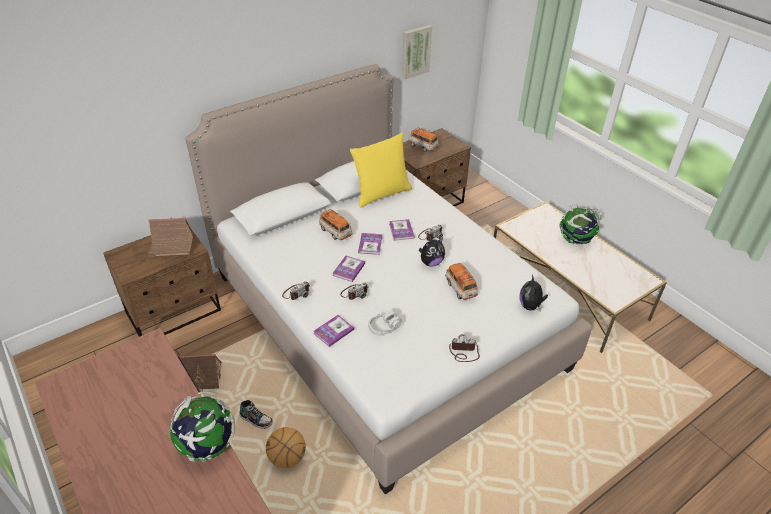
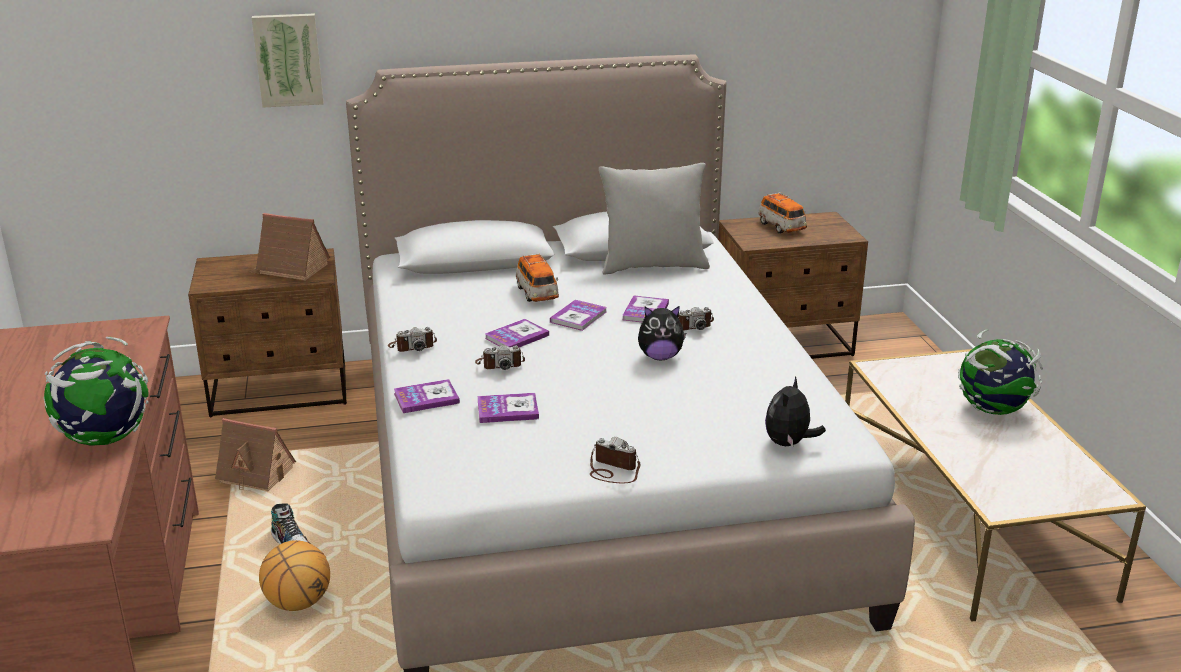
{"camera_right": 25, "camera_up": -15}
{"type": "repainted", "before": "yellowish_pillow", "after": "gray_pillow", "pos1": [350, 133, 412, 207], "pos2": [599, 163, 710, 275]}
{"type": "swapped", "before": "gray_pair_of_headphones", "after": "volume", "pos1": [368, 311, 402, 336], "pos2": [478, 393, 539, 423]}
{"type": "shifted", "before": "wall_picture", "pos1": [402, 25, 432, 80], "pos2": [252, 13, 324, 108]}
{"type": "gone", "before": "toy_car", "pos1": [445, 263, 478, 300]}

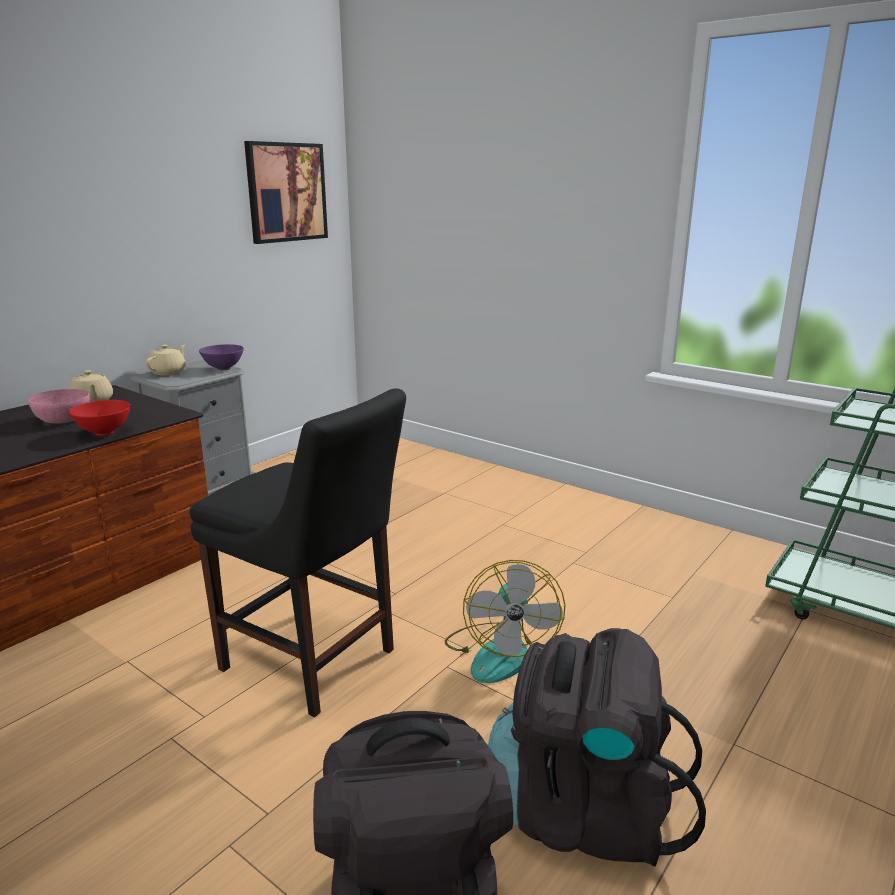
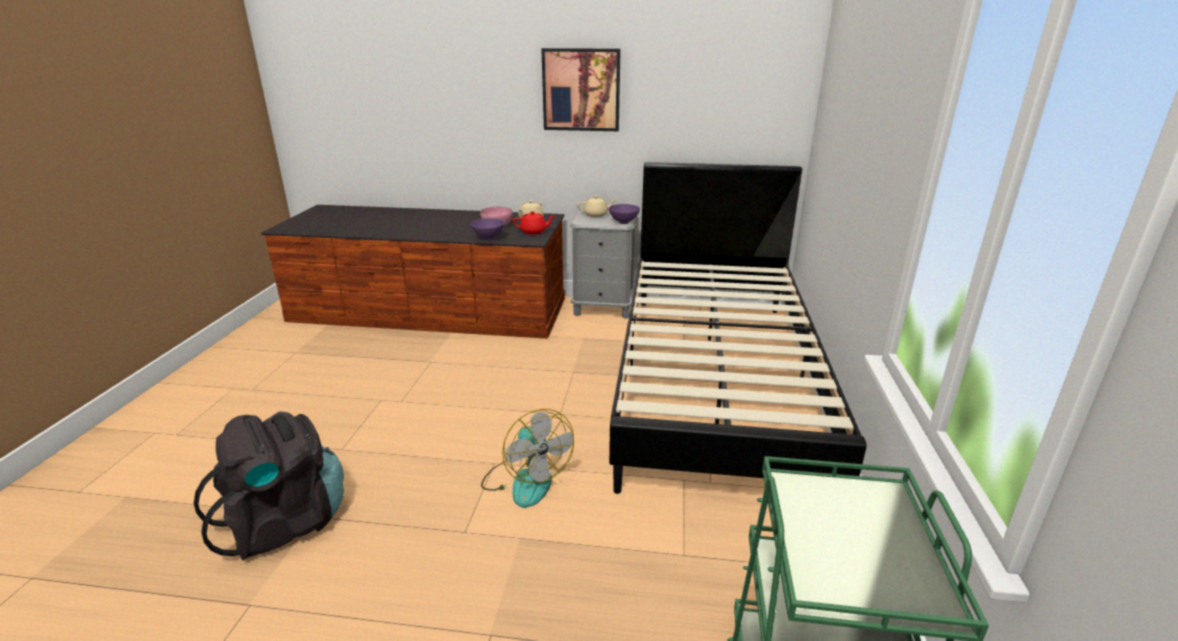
{"camera_right": 60, "camera_up": 5}
{"type": "repainted", "before": "red-coloured_deep_dish", "after": "purplish_deep_dish", "pos1": [69, 400, 131, 436], "pos2": [471, 218, 505, 240]}
{"type": "gone", "before": "black-coloured_plain_chair", "pos1": [190, 388, 406, 718]}
{"type": "shifted", "before": "wall_picture", "pos1": [244, 141, 328, 244], "pos2": [541, 48, 621, 131]}
{"type": "rotated", "before": "electric_fan", "pos1": [445, 560, 565, 683], "pos2": [481, 409, 574, 508], "turn": -90}
{"type": "gone", "before": "black-coloured_knapsack", "pos1": [488, 628, 706, 866]}
{"type": "new", "after": "red-coloured_teapot", "pos2": [513, 211, 556, 234]}
{"type": "new", "after": "black-coloured_bed", "pos2": [609, 162, 867, 494]}

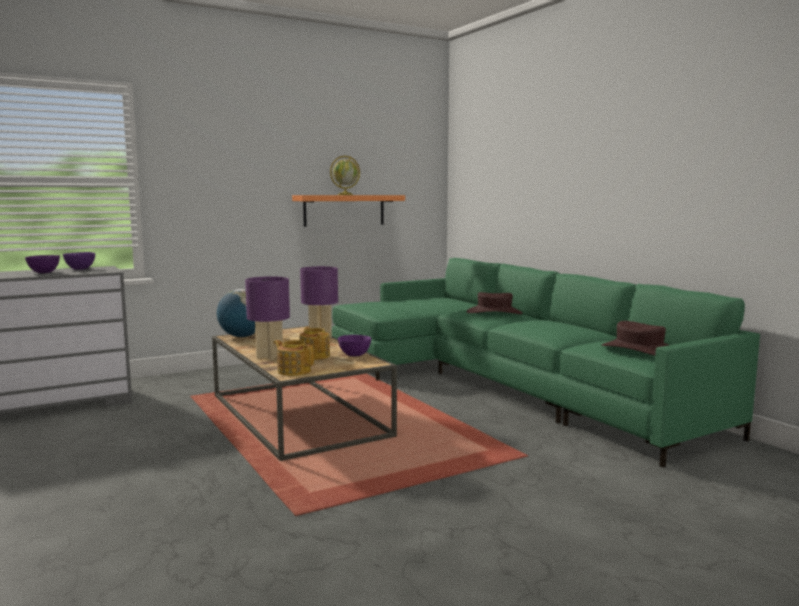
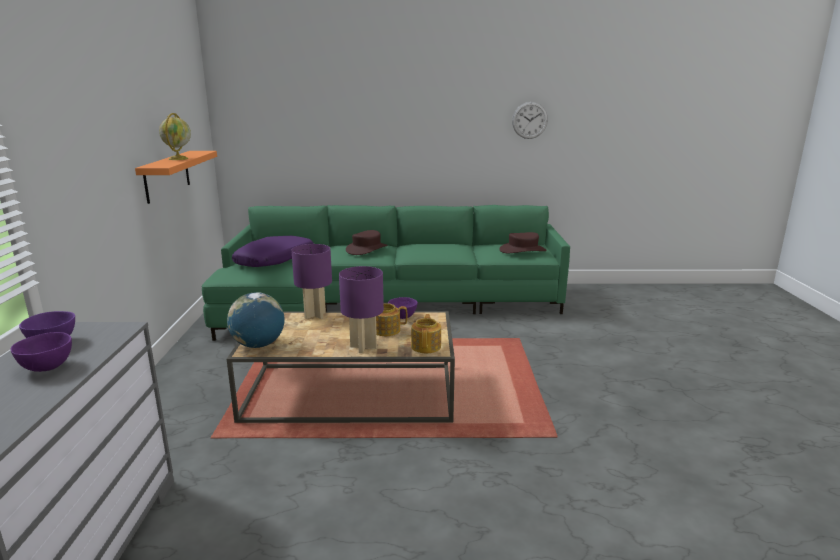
{"camera_right": -60, "camera_up": 10}
{"type": "rotated", "before": "teapot", "pos1": [273, 340, 314, 376], "pos2": [411, 314, 441, 353], "turn": 120}
{"type": "new", "after": "purplish_pillow", "pos2": [232, 236, 314, 267]}
{"type": "new", "after": "wall_clock", "pos2": [512, 102, 548, 139]}

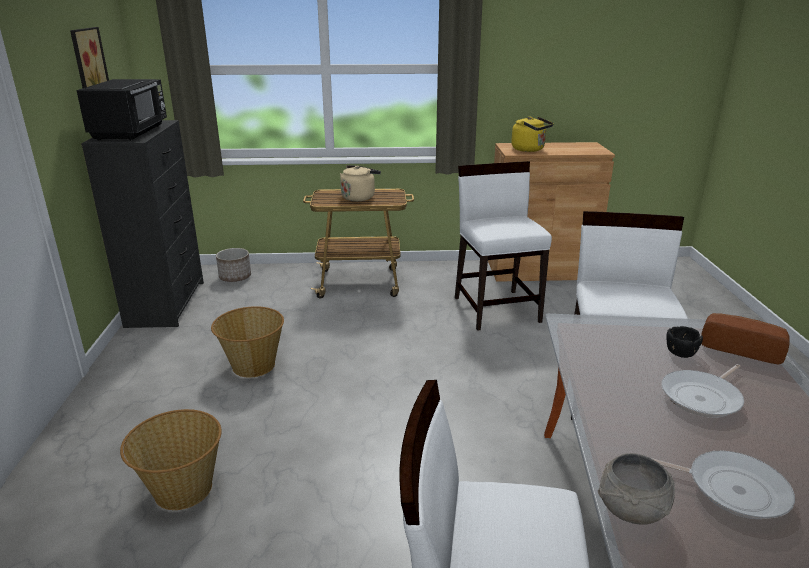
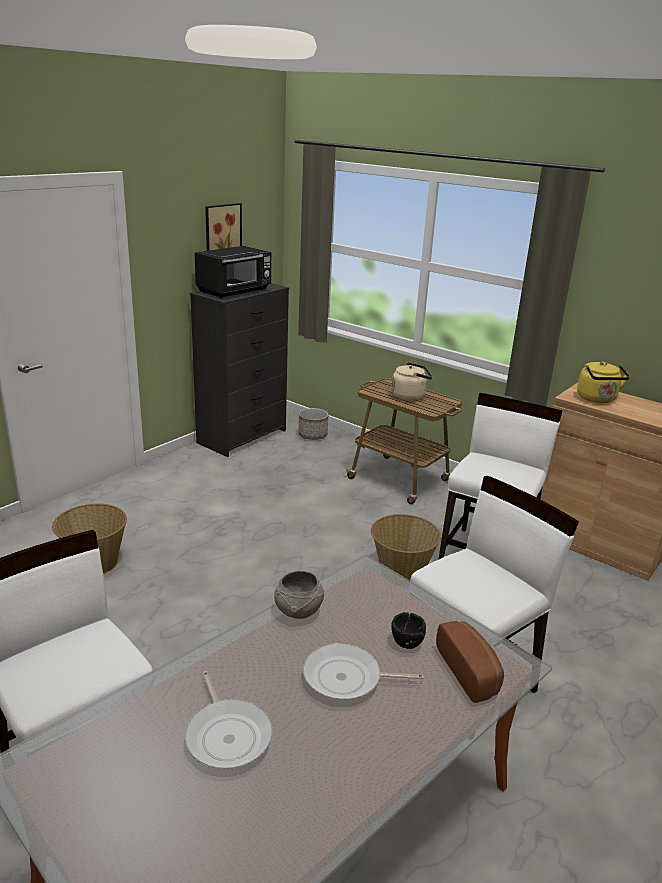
{"camera_right": 40, "camera_up": 0}
{"type": "shifted", "before": "household_basket", "pos1": [211, 306, 284, 377], "pos2": [371, 514, 441, 580]}
{"type": "shifted", "before": "gray_deep_dish", "pos1": [598, 453, 675, 525], "pos2": [274, 571, 325, 619]}

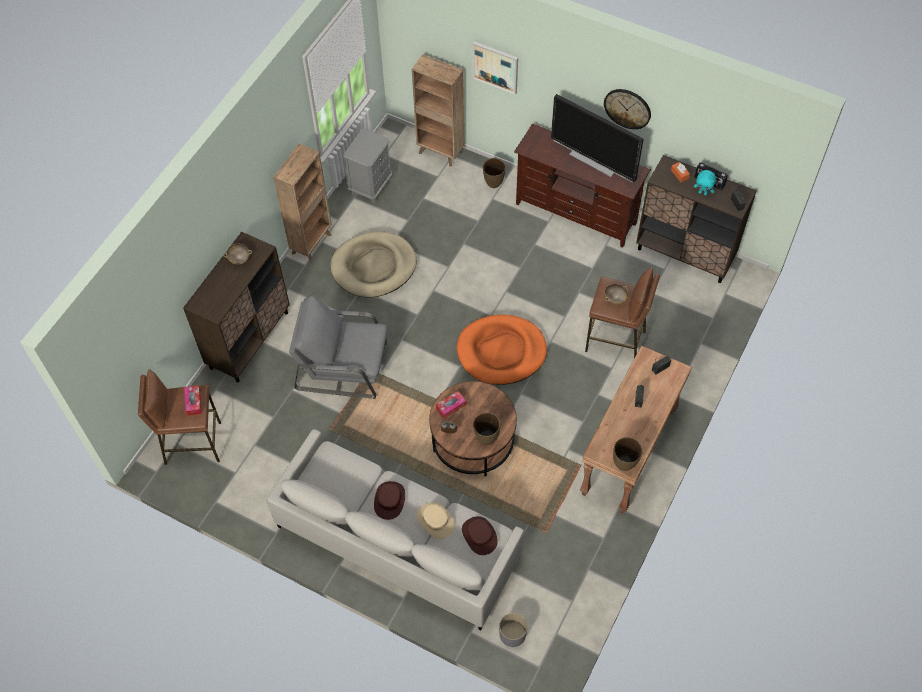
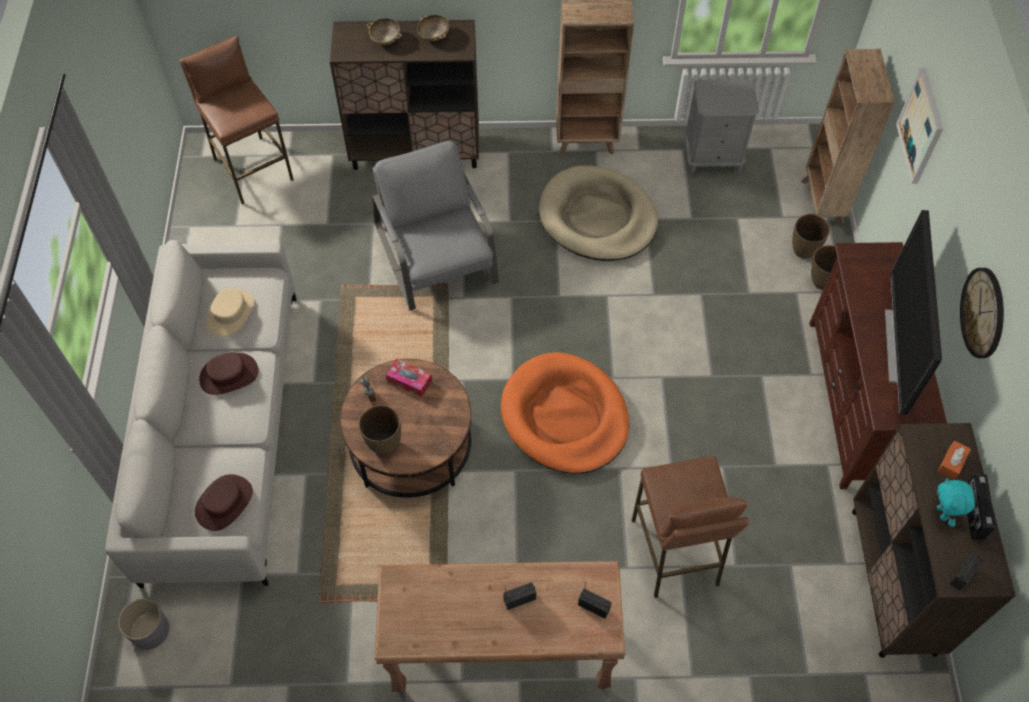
{"camera_right": 60, "camera_up": 0}
{"type": "gone", "before": "tissue_box", "pos1": [184, 385, 202, 416]}
{"type": "shifted", "before": "sand-coloured_clothing_hat", "pos1": [416, 502, 455, 539], "pos2": [206, 288, 254, 337]}
{"type": "shifted", "before": "sand-coloured_deep_dish", "pos1": [605, 284, 628, 304], "pos2": [367, 18, 402, 45]}
{"type": "shifted", "before": "brownish_flower_vase", "pos1": [613, 437, 643, 471], "pos2": [792, 214, 830, 259]}

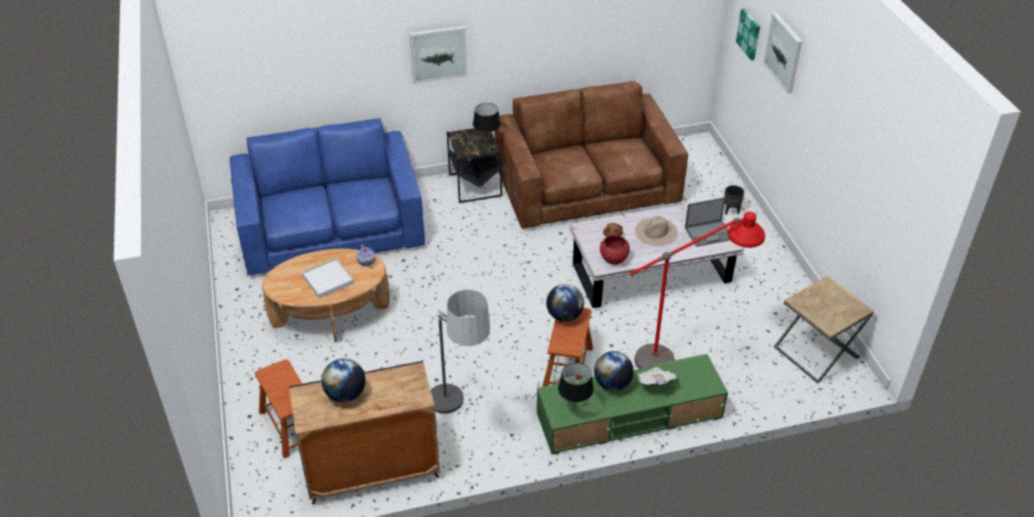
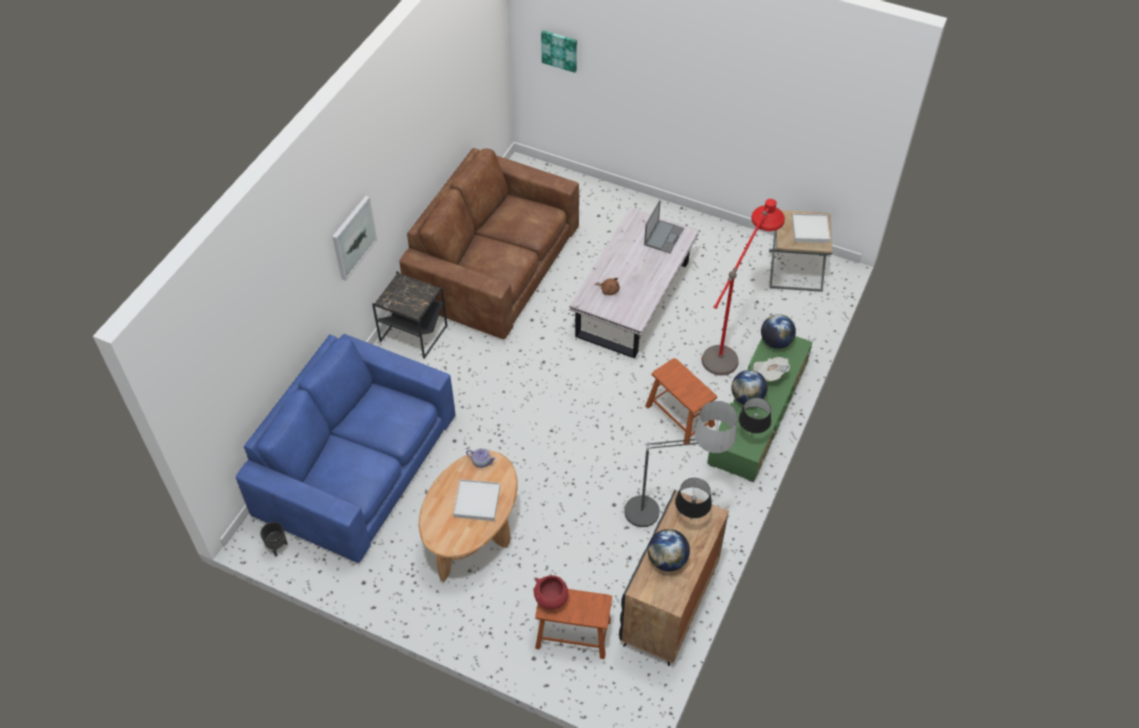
{"camera_right": -50, "camera_up": 10}
{"type": "shifted", "before": "black-coloured_tabletop_lamp", "pos1": [473, 103, 501, 145], "pos2": [675, 478, 712, 518]}
{"type": "shifted", "before": "globe", "pos1": [546, 284, 584, 322], "pos2": [761, 314, 796, 349]}
{"type": "shifted", "before": "red-coloured_deep_dish", "pos1": [600, 233, 630, 265], "pos2": [533, 575, 568, 610]}
{"type": "gone", "before": "sand-coloured_clothing_hat", "pos1": [635, 216, 678, 246]}
{"type": "shifted", "before": "black-coloured_plant_pot", "pos1": [724, 185, 744, 215], "pos2": [260, 522, 288, 556]}
{"type": "gone", "before": "wall_picture", "pos1": [763, 12, 802, 94]}
{"type": "new", "after": "whitish_carrying_tray", "pos2": [792, 213, 830, 243]}

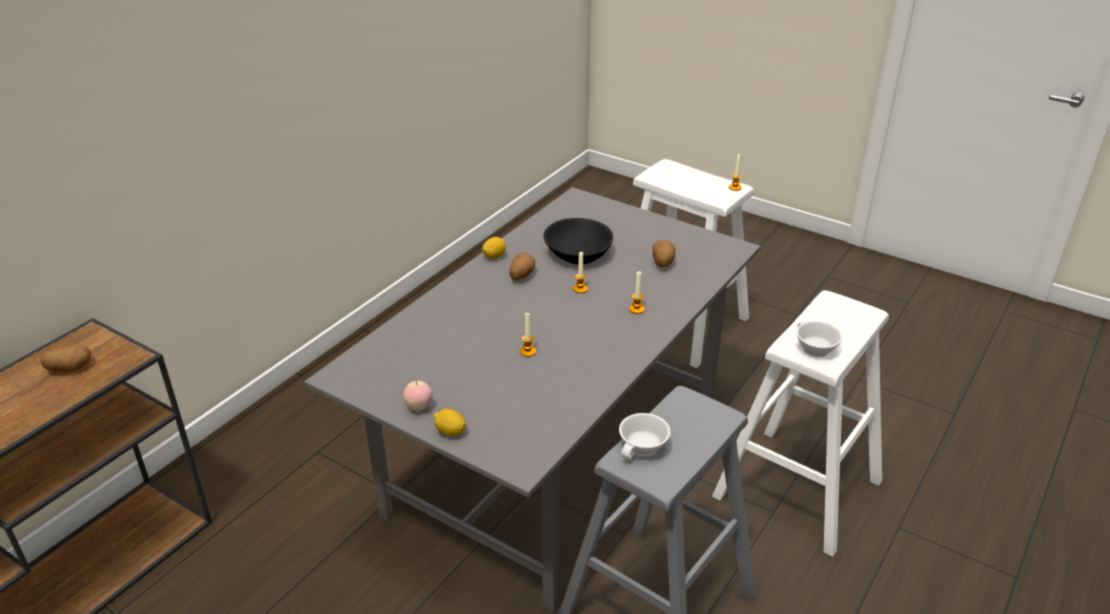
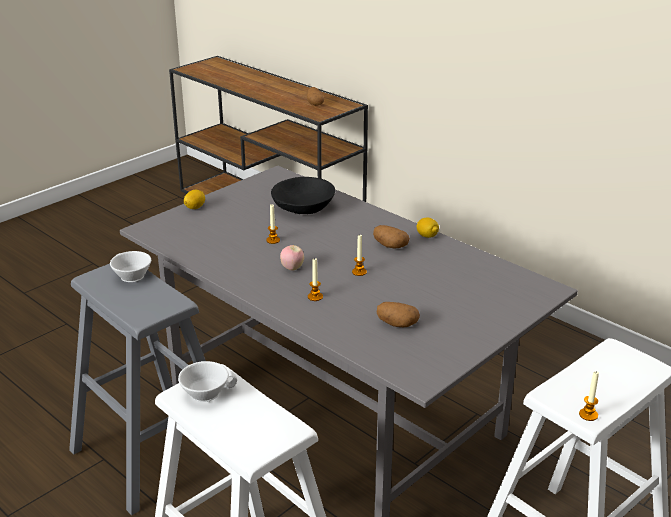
{"camera_right": 100, "camera_up": -5}
{"type": "shifted", "before": "apple_fruit", "pos1": [403, 381, 432, 411], "pos2": [280, 245, 304, 271]}
{"type": "shifted", "before": "black-coloured_deep_dish", "pos1": [544, 218, 613, 264], "pos2": [271, 177, 335, 214]}

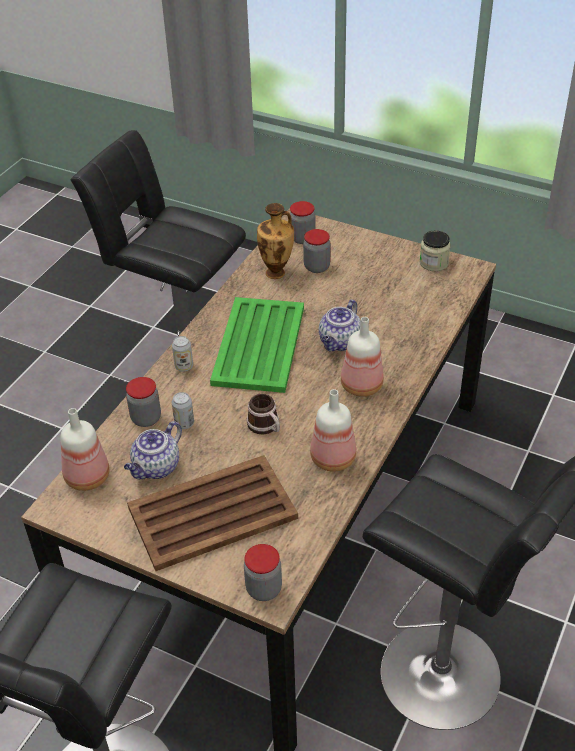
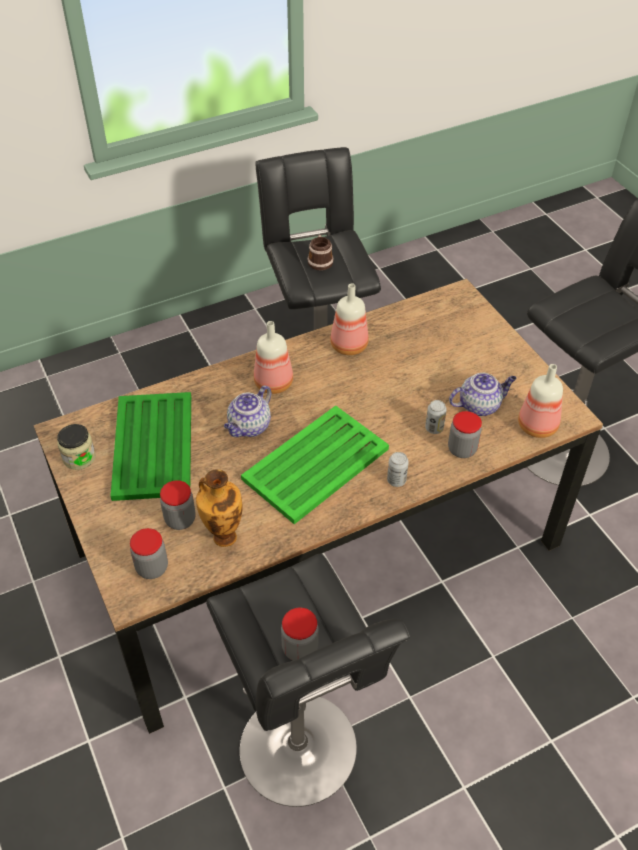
{"camera_right": -145, "camera_up": 5}
{"type": "gone", "before": "brownish_carrying_tray", "pos1": [127, 455, 298, 571]}
{"type": "shifted", "before": "jar", "pos1": [244, 544, 282, 601], "pos2": [281, 608, 318, 661]}
{"type": "shifted", "before": "coffee_mug", "pos1": [247, 394, 280, 434], "pos2": [307, 235, 334, 270]}
{"type": "rotated", "before": "teapot", "pos1": [319, 300, 361, 351], "pos2": [224, 385, 271, 437], "turn": 150}
{"type": "new", "after": "green-coloured_carrying_tray", "pos2": [110, 392, 191, 501]}

